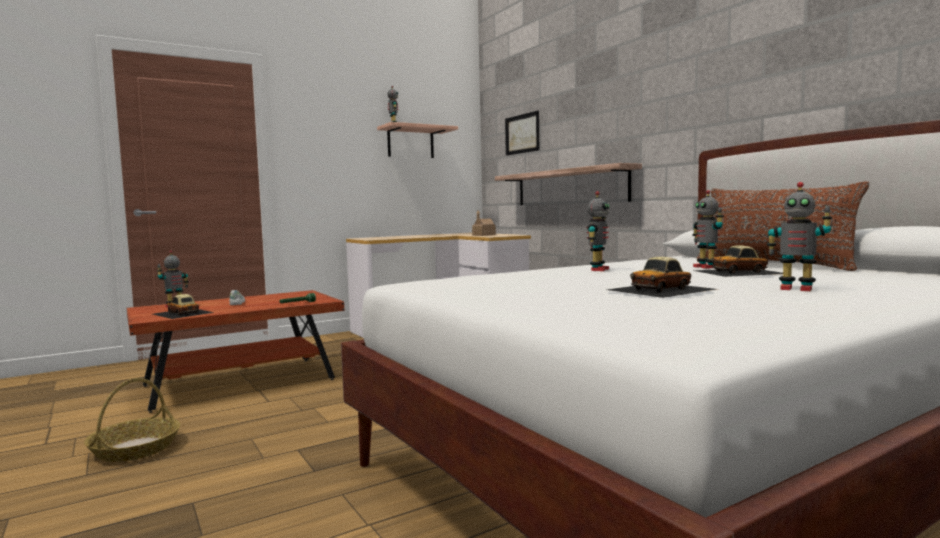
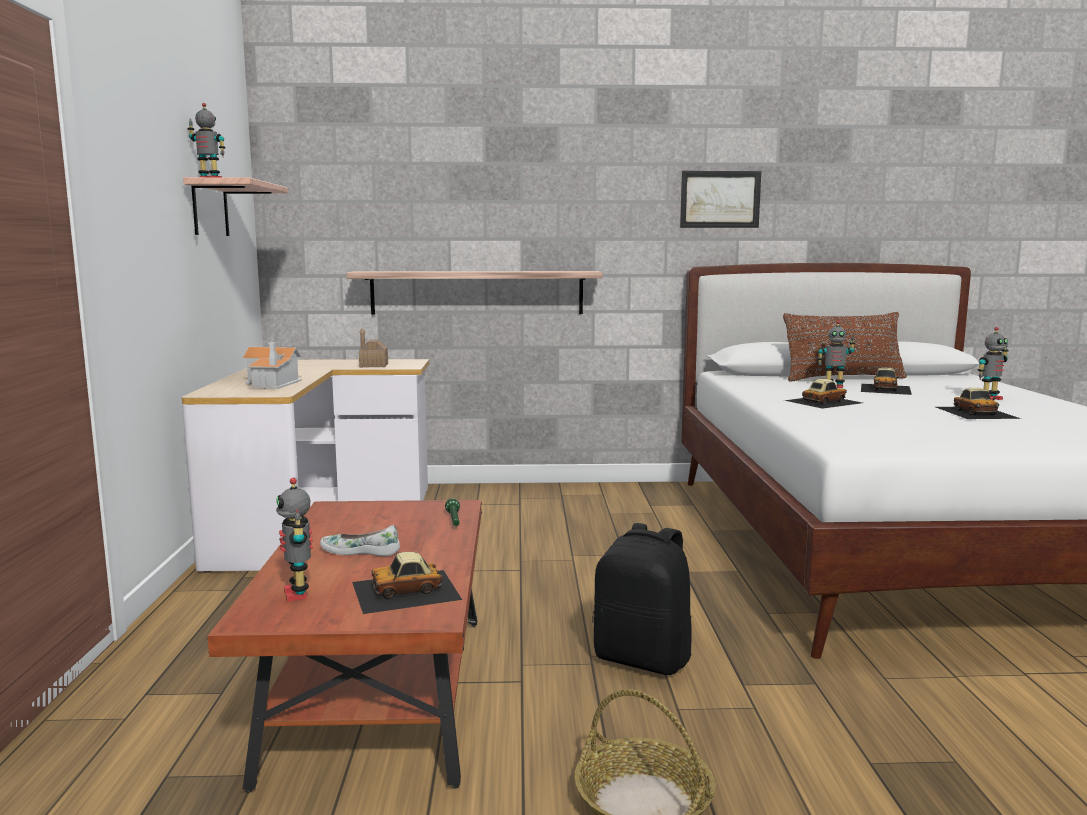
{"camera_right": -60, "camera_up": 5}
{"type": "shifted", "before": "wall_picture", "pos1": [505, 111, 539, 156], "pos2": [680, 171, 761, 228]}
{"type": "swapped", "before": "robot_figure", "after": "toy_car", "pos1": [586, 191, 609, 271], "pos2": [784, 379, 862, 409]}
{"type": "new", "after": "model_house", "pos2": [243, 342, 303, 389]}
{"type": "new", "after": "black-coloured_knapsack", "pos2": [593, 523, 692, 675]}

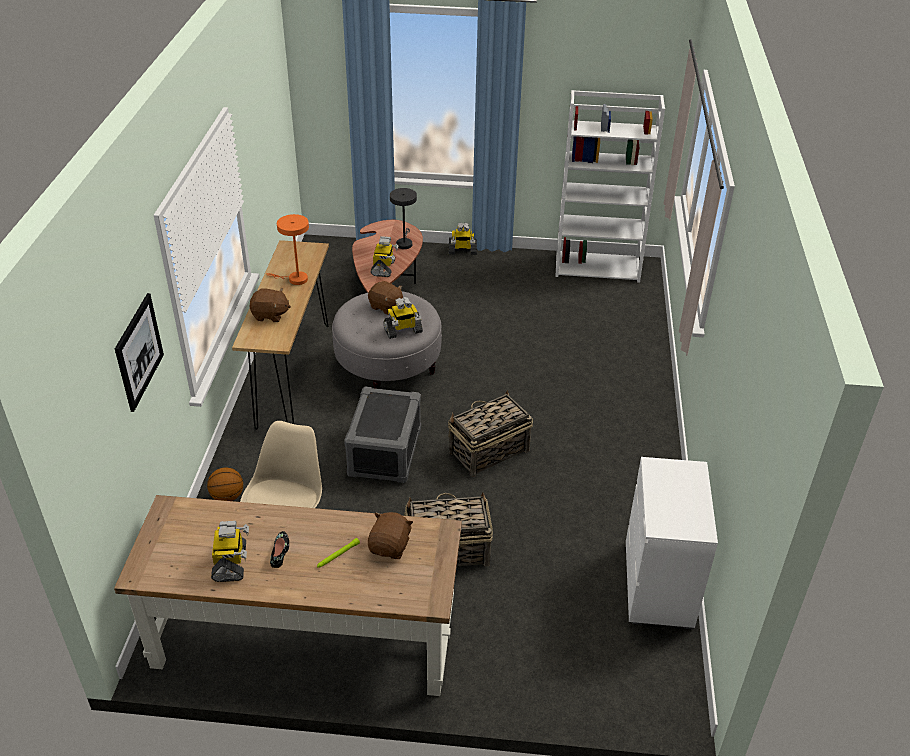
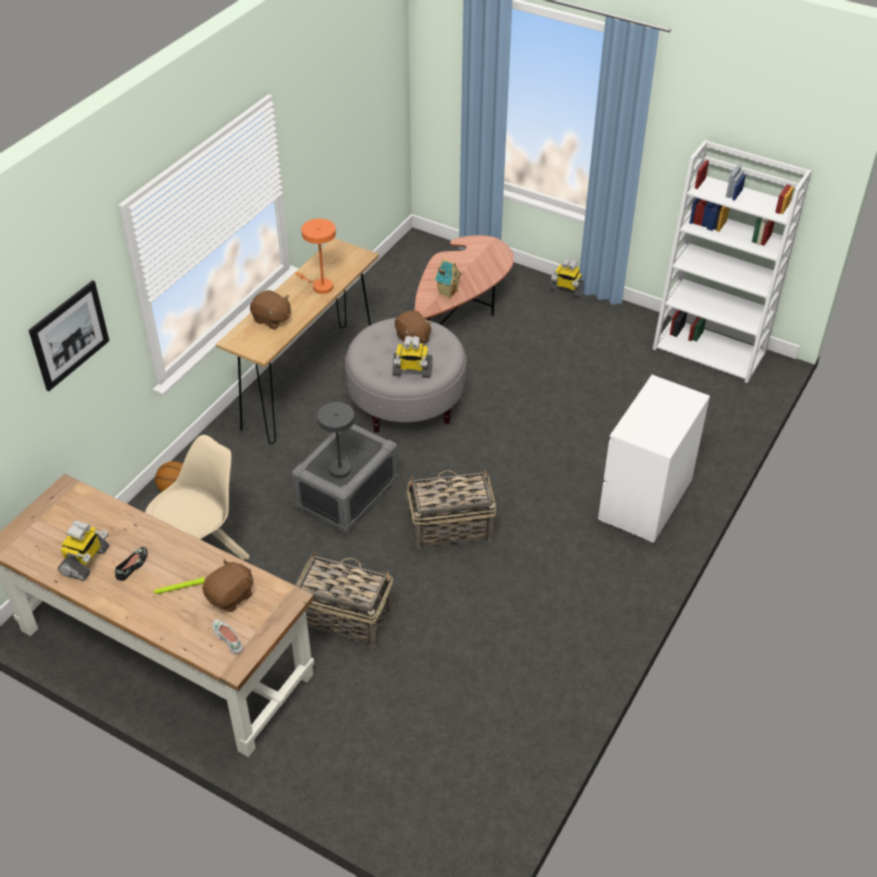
{"camera_right": 25, "camera_up": 5}
{"type": "swapped", "before": "robot_figure", "after": "model_house", "pos1": [371, 236, 398, 277], "pos2": [434, 258, 462, 298]}
{"type": "shifted", "before": "gray_tabletop_lamp", "pos1": [390, 188, 417, 249], "pos2": [317, 402, 362, 478]}
{"type": "shifted", "before": "whitish_chest_of_drawers", "pos1": [626, 457, 718, 629], "pos2": [598, 375, 710, 544]}
{"type": "new", "after": "whitish_item_of_footwear", "pos2": [213, 620, 243, 654]}

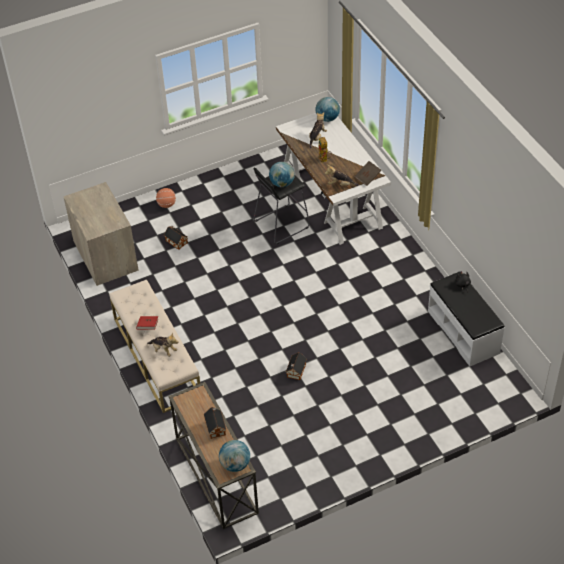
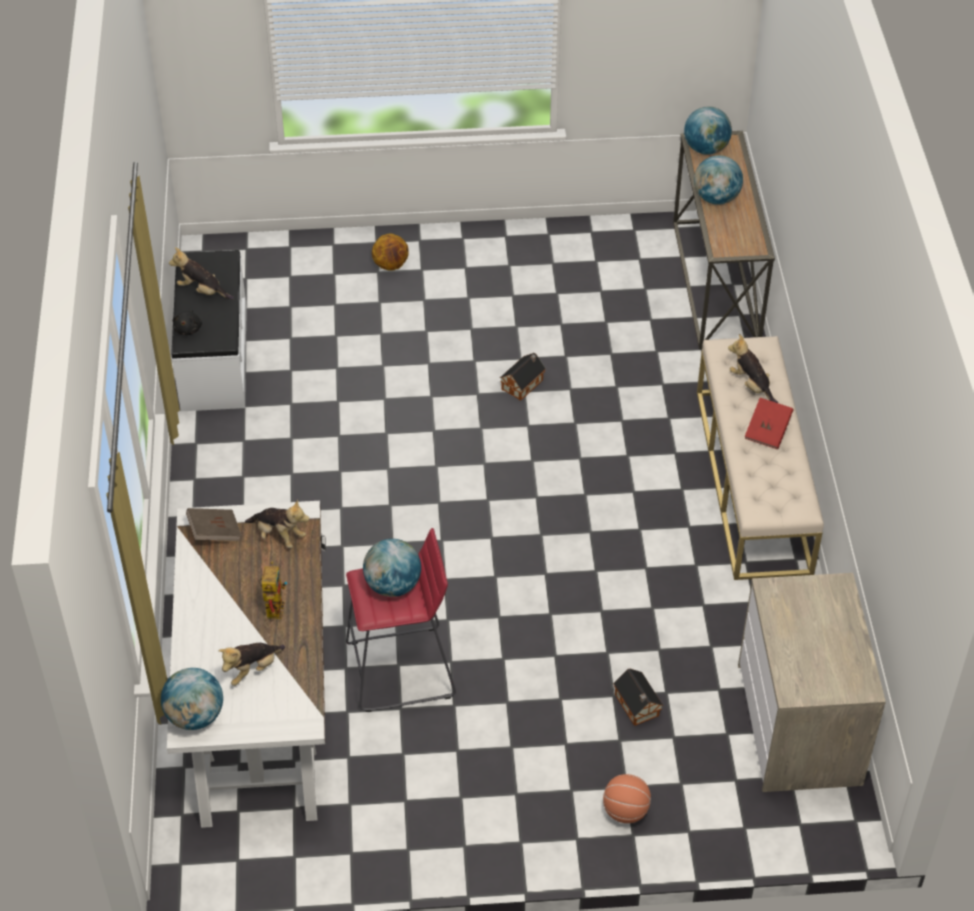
{"camera_right": -160, "camera_up": 0}
{"type": "swapped", "before": "model_house", "after": "globe", "pos1": [204, 407, 226, 439], "pos2": [694, 155, 743, 205]}
{"type": "repainted", "before": "black-coloured_stool_seat", "after": "red-coloured_stool_seat", "pos1": [253, 168, 310, 244], "pos2": [346, 528, 456, 712]}
{"type": "new", "after": "cuddly_toy", "pos2": [169, 247, 234, 300]}
{"type": "new", "after": "ball_for_basketball", "pos2": [372, 234, 409, 271]}

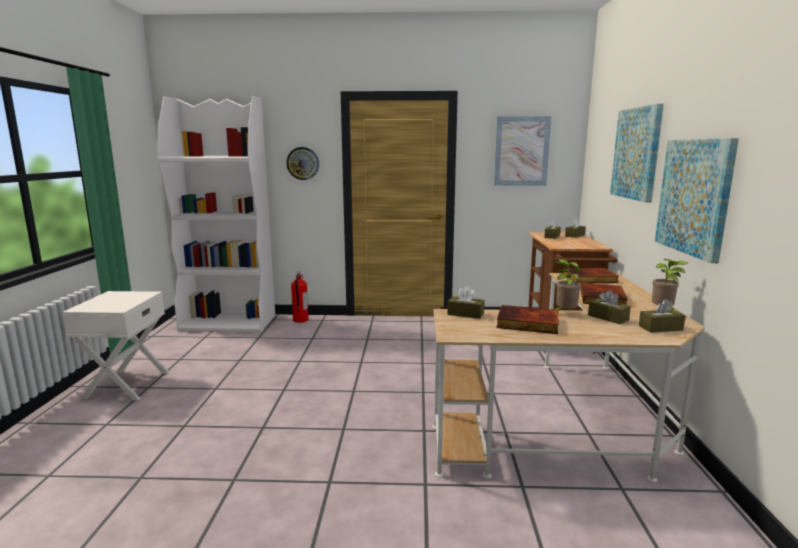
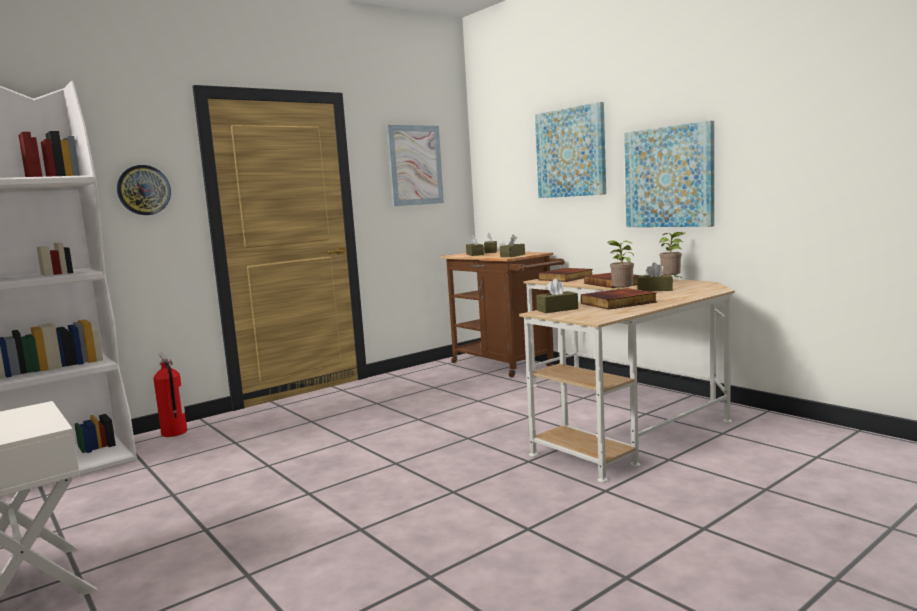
{"camera_right": -40, "camera_up": -5}
{"type": "shifted", "before": "brownish_tissue_box", "pos1": [639, 299, 685, 333], "pos2": [500, 234, 525, 257]}

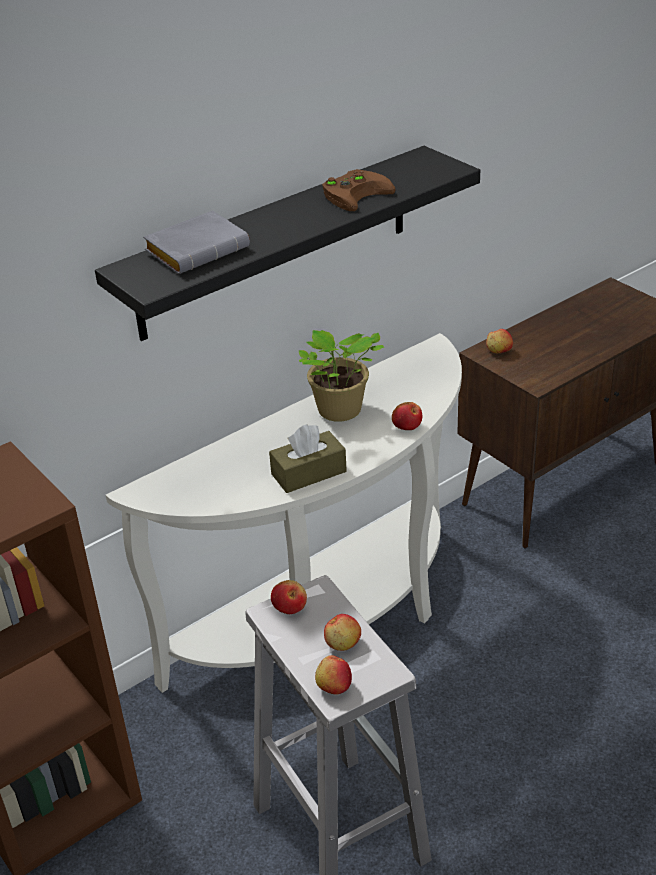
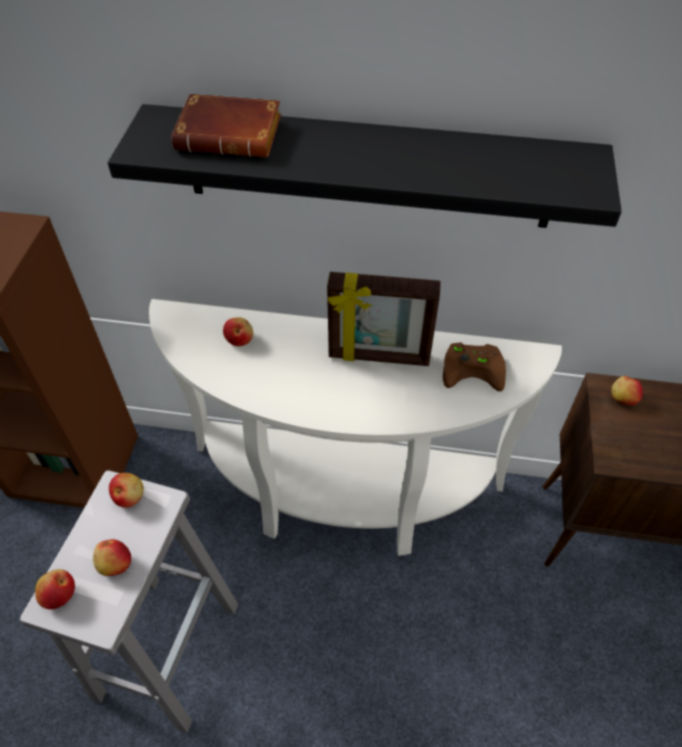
{"camera_right": 45, "camera_up": 15}
{"type": "repainted", "before": "gray_volume", "after": "brownish_volume", "pos1": [143, 210, 250, 274], "pos2": [171, 94, 281, 157]}
{"type": "gone", "before": "brownish_tissue_box", "pos1": [269, 424, 347, 493]}
{"type": "swapped", "before": "houseplant", "after": "photo_frame", "pos1": [299, 330, 384, 422], "pos2": [327, 272, 441, 366]}
{"type": "shifted", "before": "brownish_game_controller", "pos1": [322, 169, 396, 211], "pos2": [443, 342, 506, 392]}
{"type": "shifted", "before": "apple_fruit", "pos1": [392, 402, 422, 430], "pos2": [223, 317, 253, 346]}

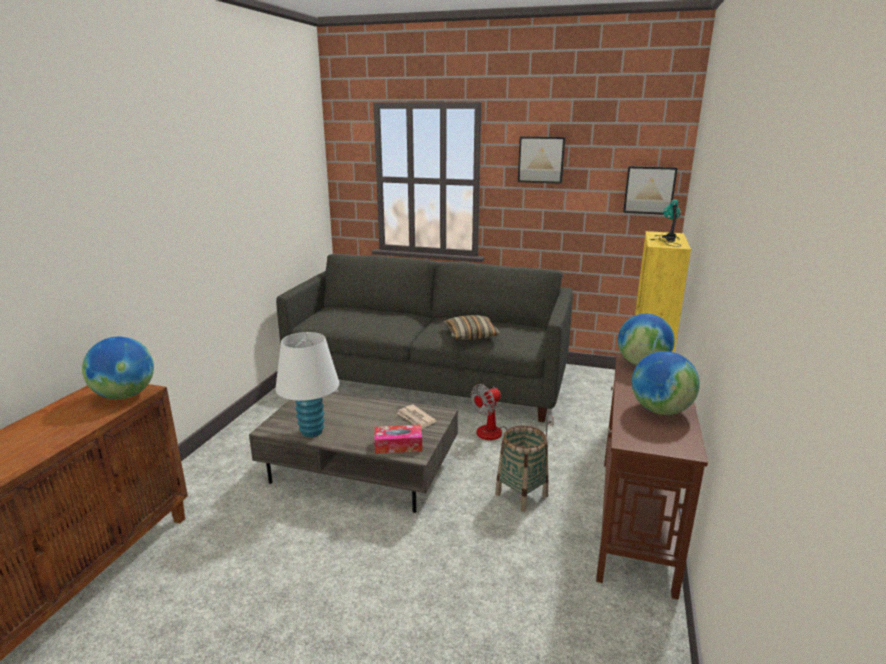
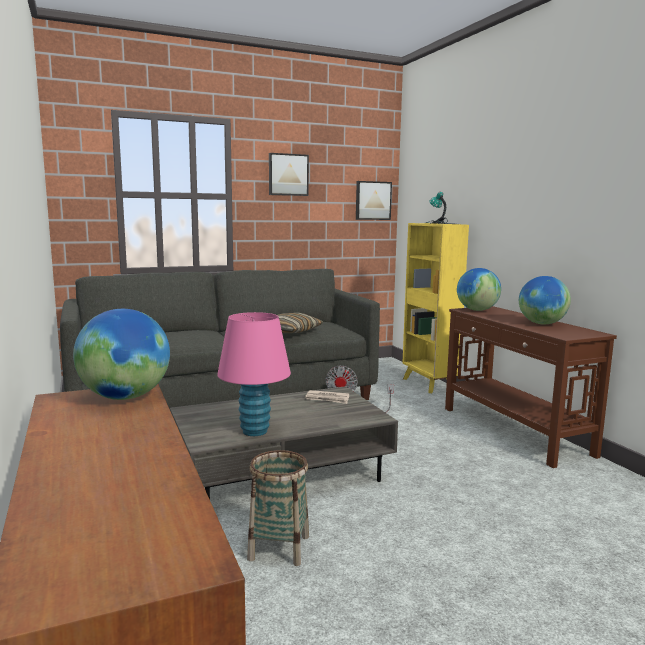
{"camera_right": -40, "camera_up": -10}
{"type": "repainted", "before": "whitish_tabletop_lamp", "after": "pinkish_tabletop_lamp", "pos1": [275, 332, 339, 437], "pos2": [217, 312, 291, 436]}
{"type": "gone", "before": "tissue_box", "pos1": [374, 425, 422, 454]}
{"type": "shifted", "before": "household_basket", "pos1": [495, 426, 548, 512], "pos2": [247, 450, 309, 566]}

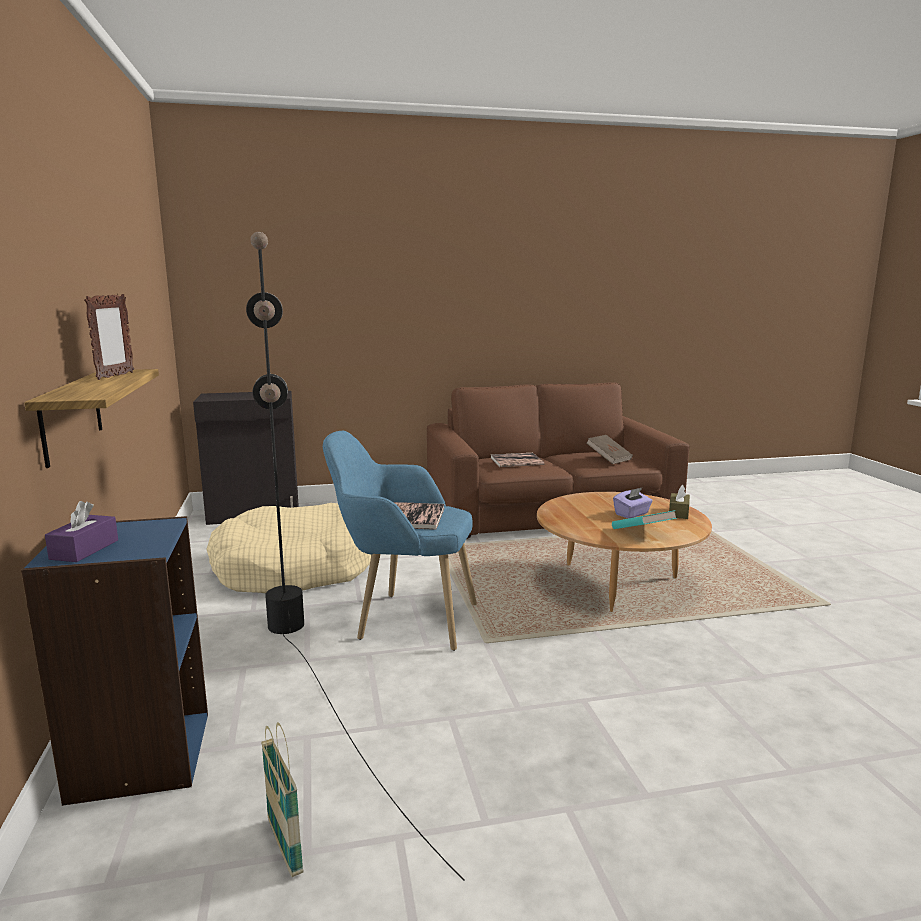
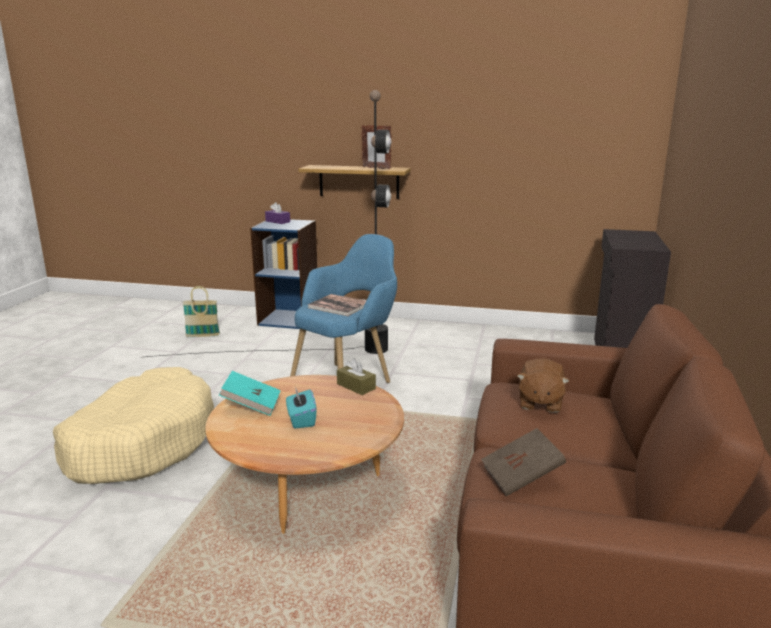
{"camera_right": 115, "camera_up": 5}
{"type": "shifted", "before": "sand-coloured_dog_cushion", "pos1": [206, 503, 371, 593], "pos2": [53, 367, 214, 484]}
{"type": "swapped", "before": "volume", "after": "brownish_cuddly_toy", "pos1": [491, 453, 544, 467], "pos2": [517, 358, 569, 413]}
{"type": "repainted", "before": "purplish_tissue_box", "after": "blue-green_tissue_box", "pos1": [613, 488, 653, 519], "pos2": [286, 387, 317, 429]}
{"type": "shifted", "before": "brownish_tissue_box", "pos1": [669, 485, 690, 519], "pos2": [337, 358, 376, 395]}

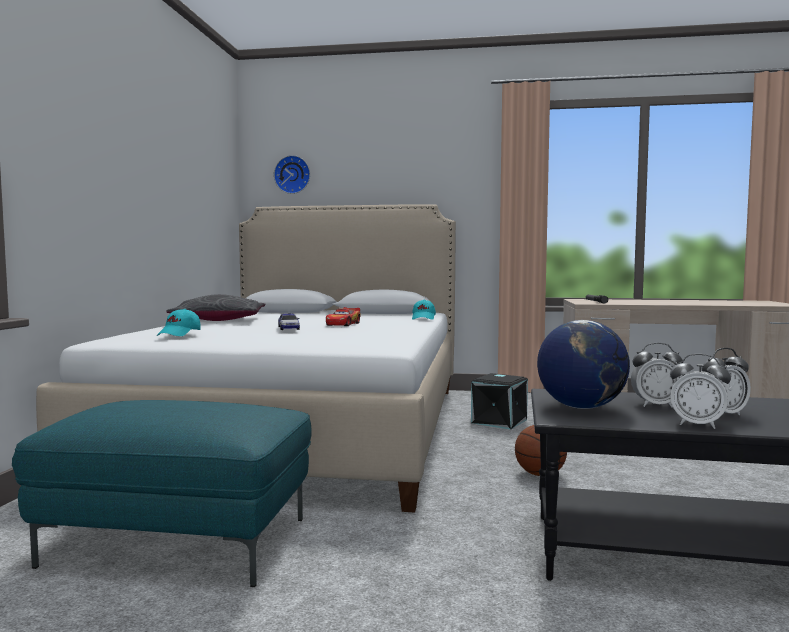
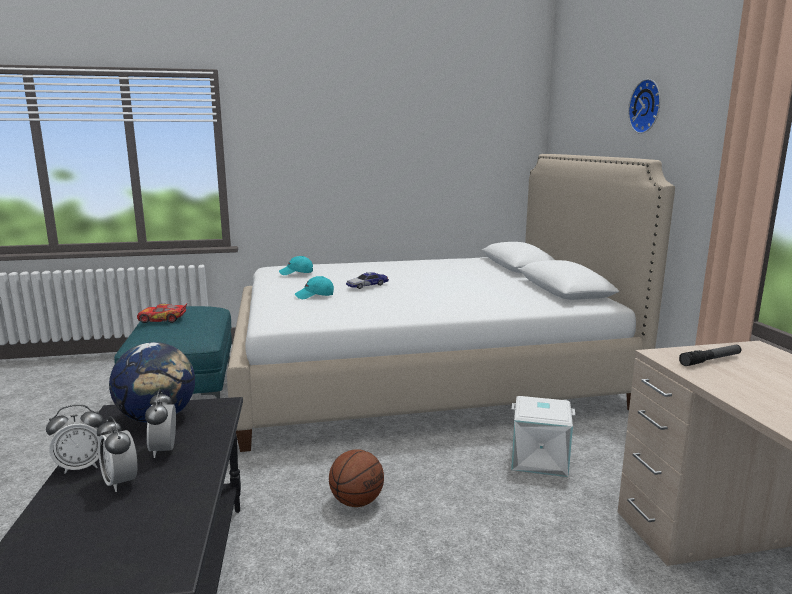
{"camera_right": 70, "camera_up": 10}
{"type": "gone", "before": "gray_pillow", "pos1": [167, 294, 265, 321]}
{"type": "shifted", "before": "wall_clock", "pos1": [274, 155, 310, 194], "pos2": [628, 79, 661, 134]}
{"type": "shifted", "before": "toy_car", "pos1": [326, 307, 361, 326], "pos2": [137, 303, 187, 323]}
{"type": "shifted", "before": "blue-green_cap", "pos1": [412, 300, 436, 320], "pos2": [295, 276, 334, 299]}
{"type": "repainted", "before": "black-coloured_storage_container", "after": "whitish_storage_container", "pos1": [471, 373, 528, 430], "pos2": [511, 396, 575, 477]}
{"type": "rotated", "before": "alarm_clock", "pos1": [670, 354, 731, 429], "pos2": [46, 405, 104, 474], "turn": -120}

